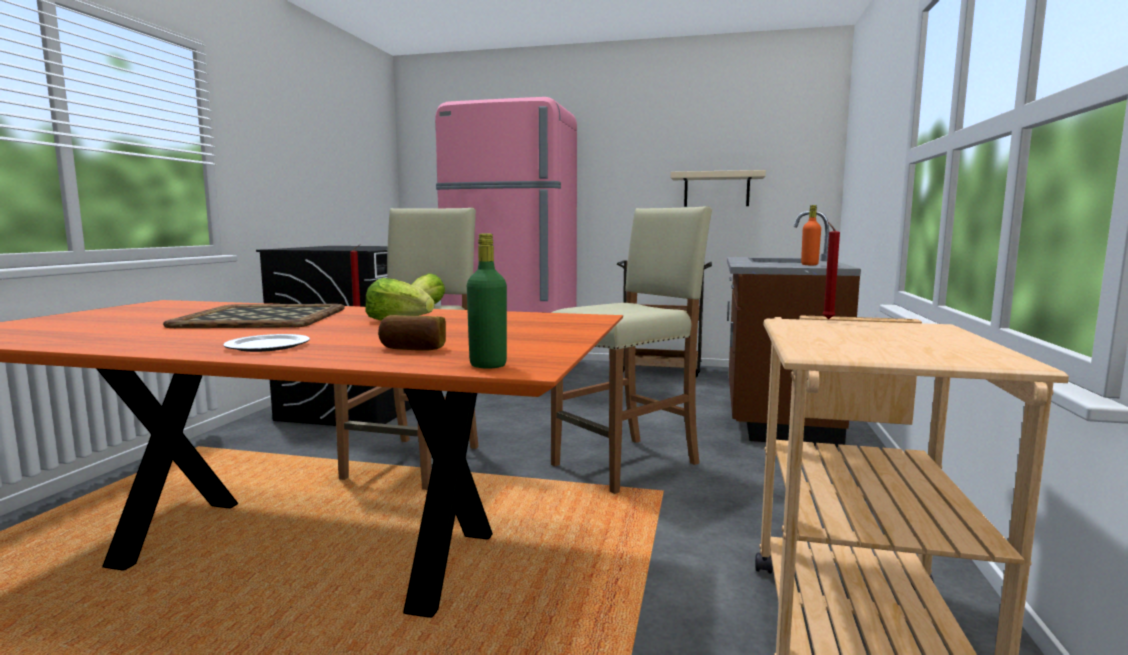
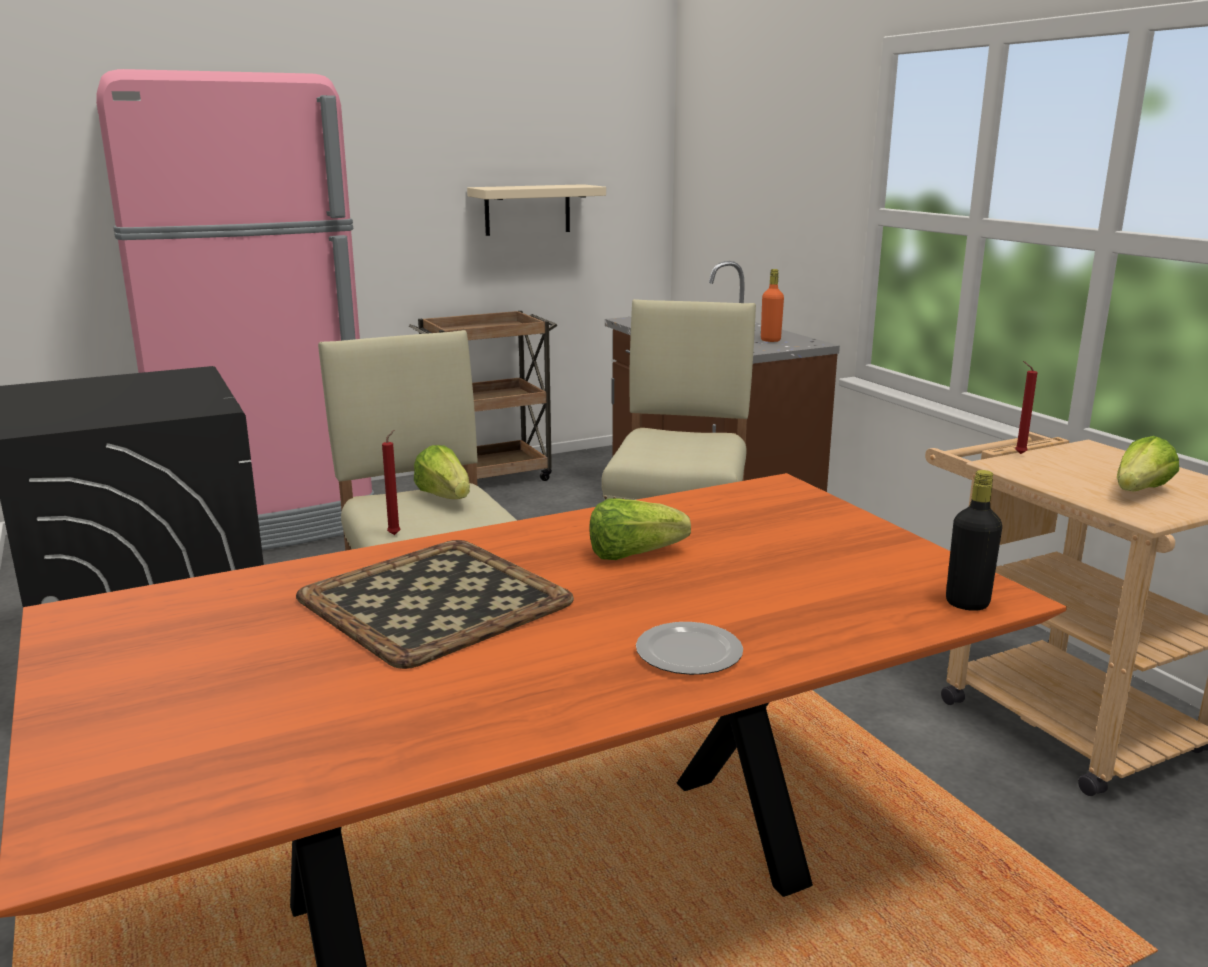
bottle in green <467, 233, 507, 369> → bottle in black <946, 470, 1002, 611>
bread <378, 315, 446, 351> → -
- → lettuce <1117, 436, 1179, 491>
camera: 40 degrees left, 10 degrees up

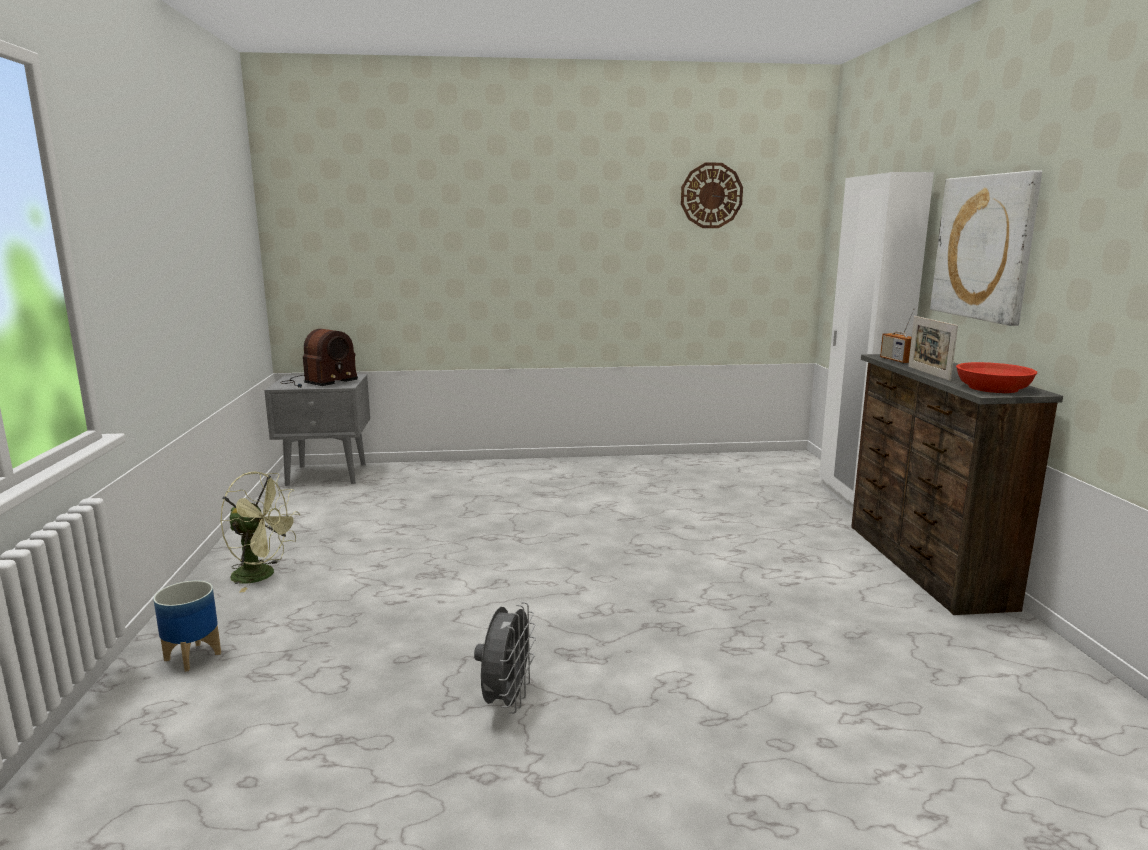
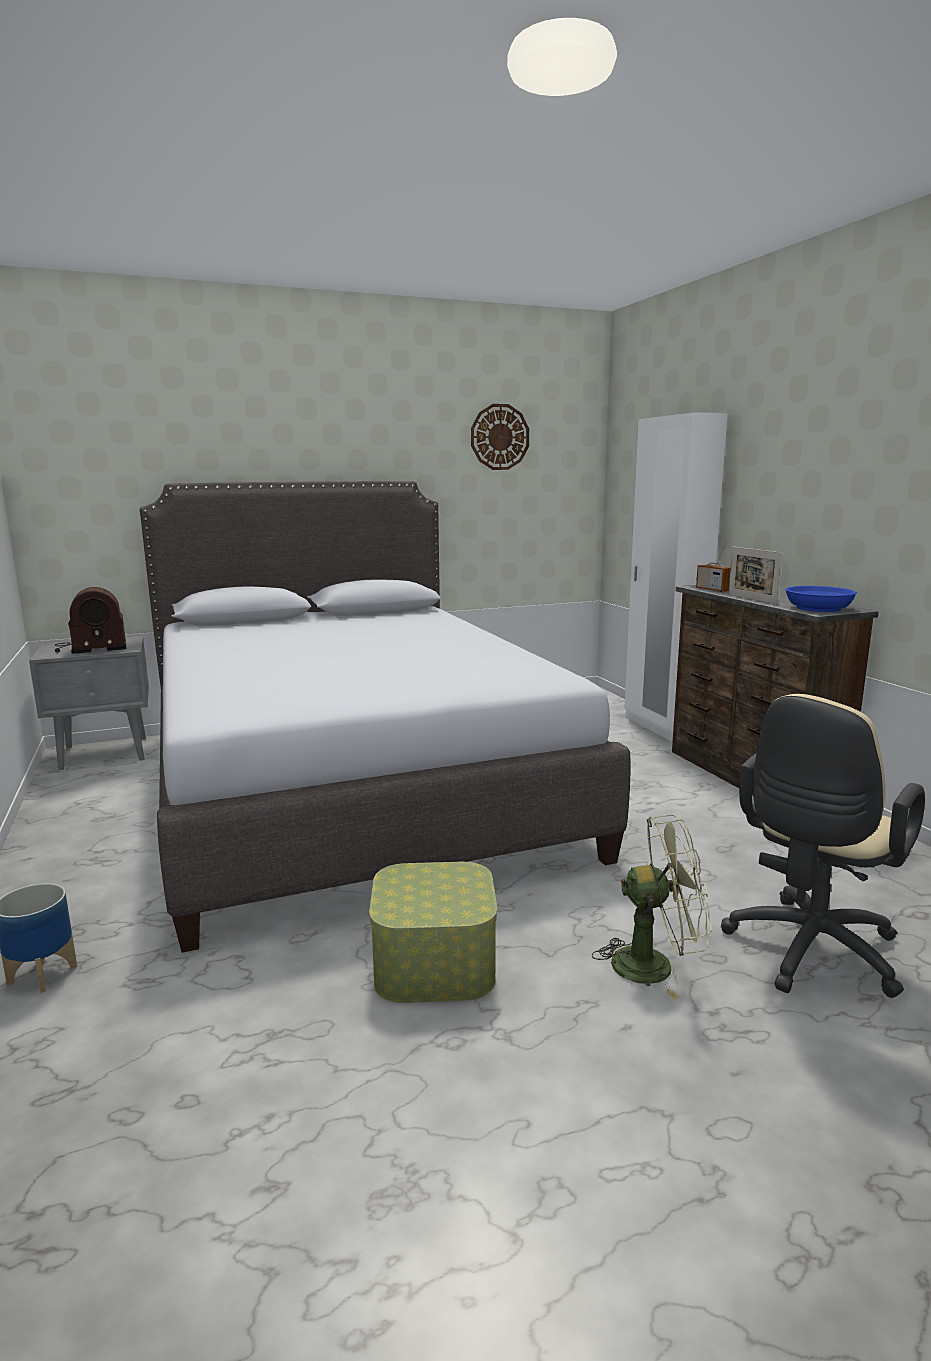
picture <930, 170, 1042, 326> → -
radio <280, 329, 358, 388> → radio <54, 587, 126, 654>, 45 degrees clockwise
bowl in red <956, 362, 1037, 393> → bowl in blue <785, 586, 857, 612>
fan in green <220, 472, 300, 593> → fan in green <592, 815, 712, 1000>, move
fan in grey <474, 602, 536, 714> → storage box <369, 862, 497, 1003>
- → bed in grey <140, 481, 631, 953>
- → office chair in beige <721, 694, 925, 998>
camera: 15 degrees left, 0 degrees up

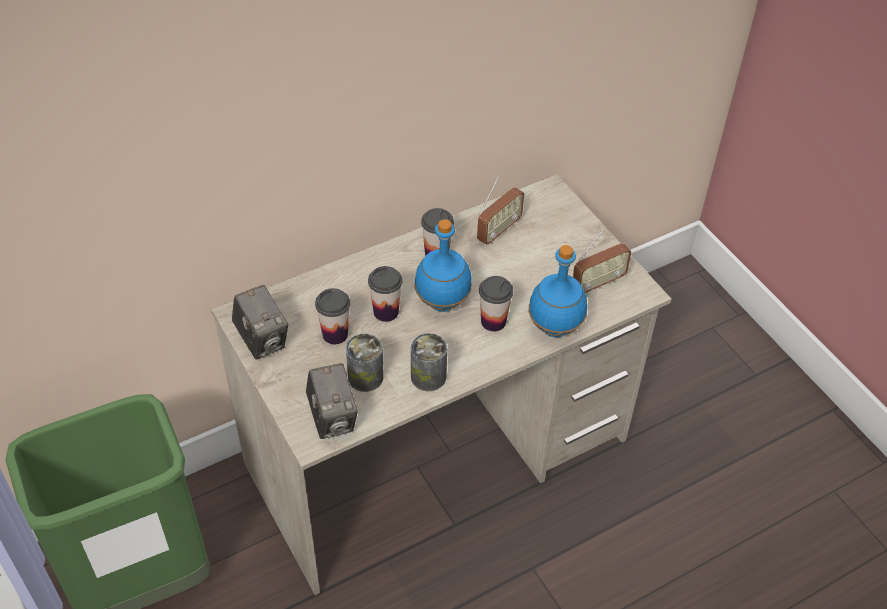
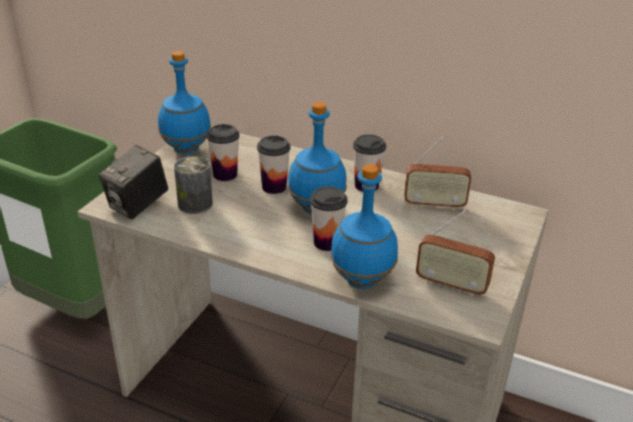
photo camera <232, 285, 288, 360> → bottle in blue <158, 51, 211, 154>
can <411, 333, 447, 391> → -
camera: 55 degrees right, 15 degrees down

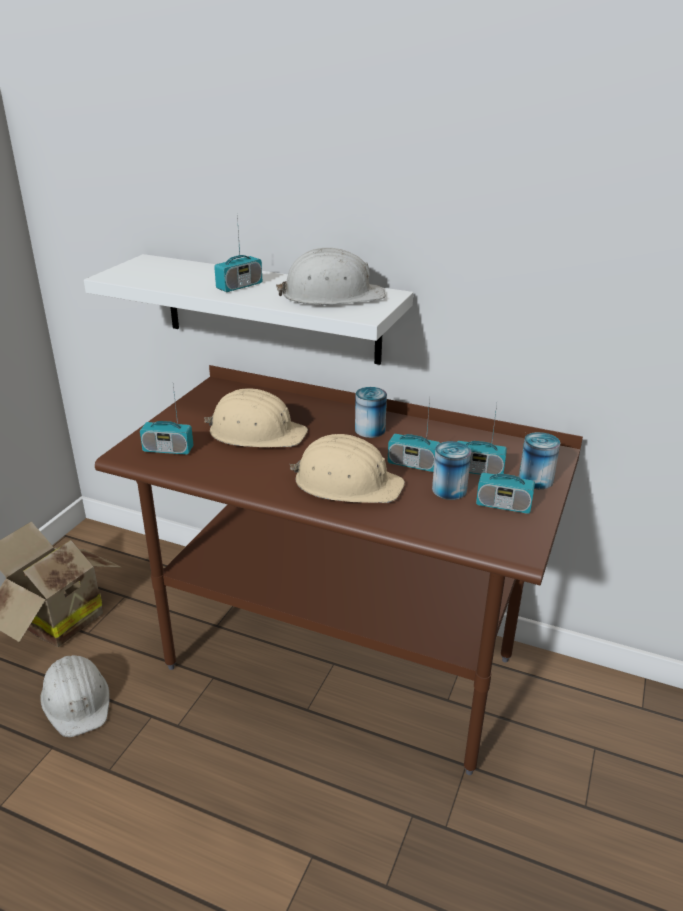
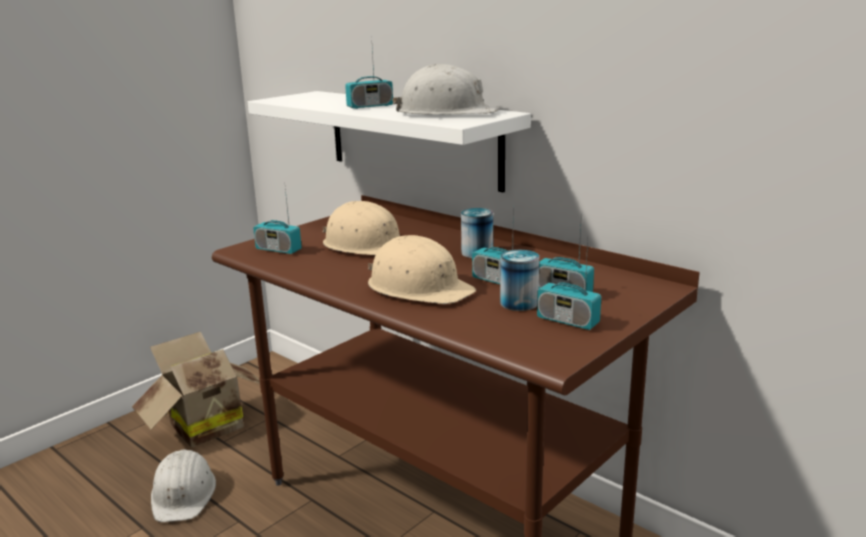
can <519, 432, 560, 489> → -
camera: 20 degrees right, 10 degrees down

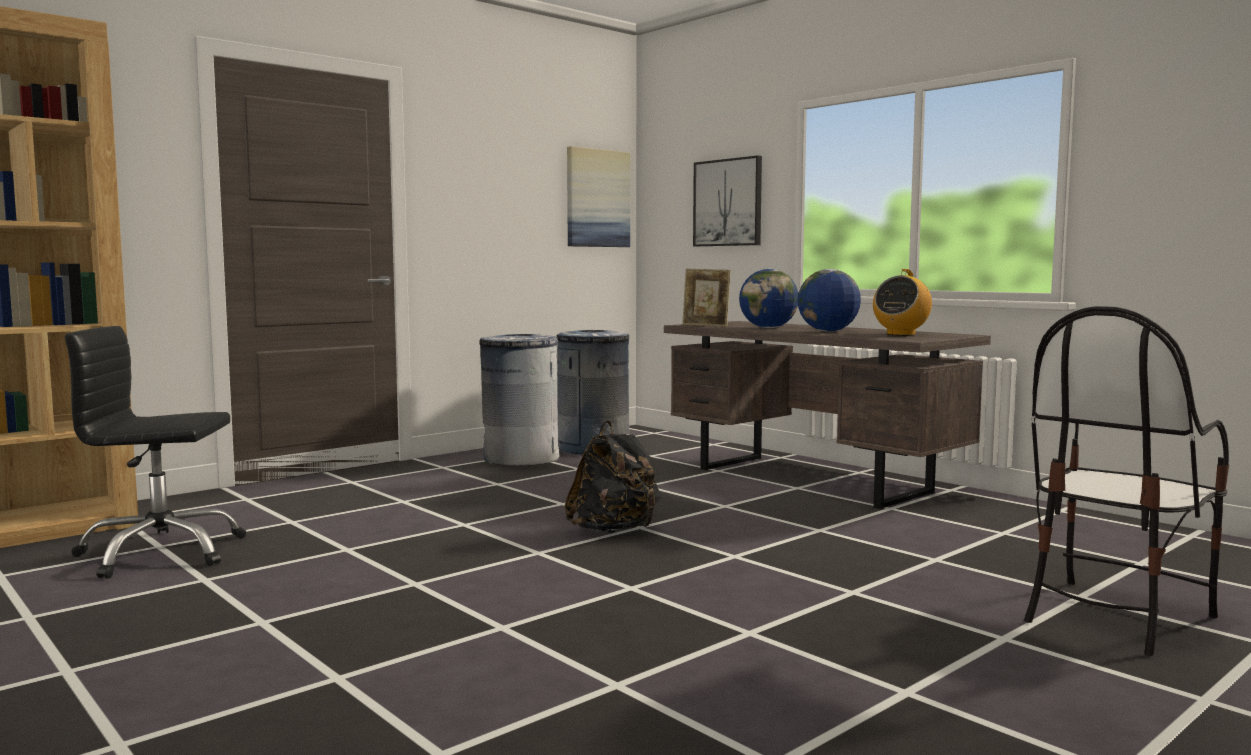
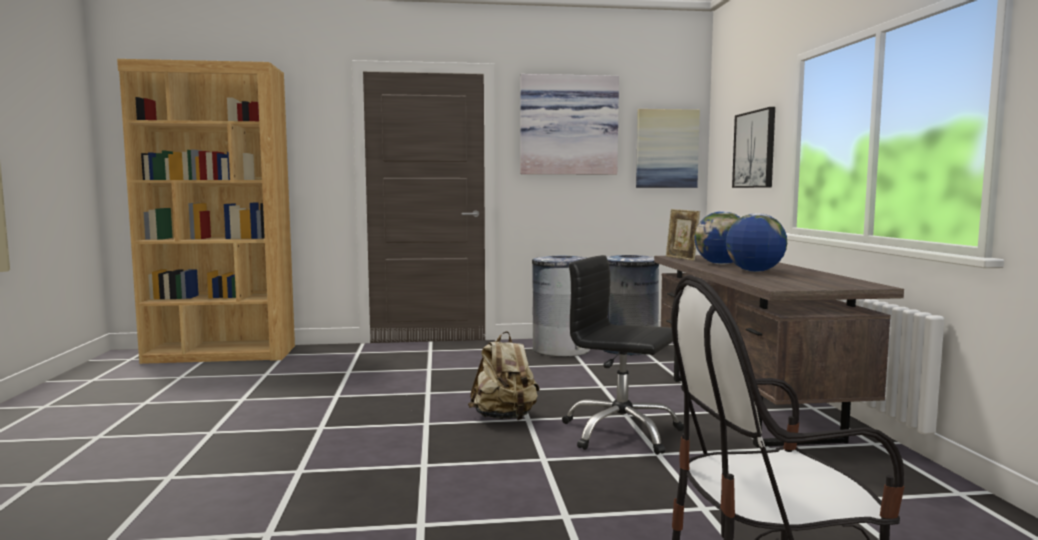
radio <873, 269, 932, 336> → -
office chair in black <65, 326, 246, 579> → office chair in black <562, 255, 684, 455>, move
backpack in black <564, 421, 662, 533> → backpack in beige <468, 331, 539, 420>
- → picture <521, 74, 619, 174>
camera: 35 degrees right, 0 degrees up

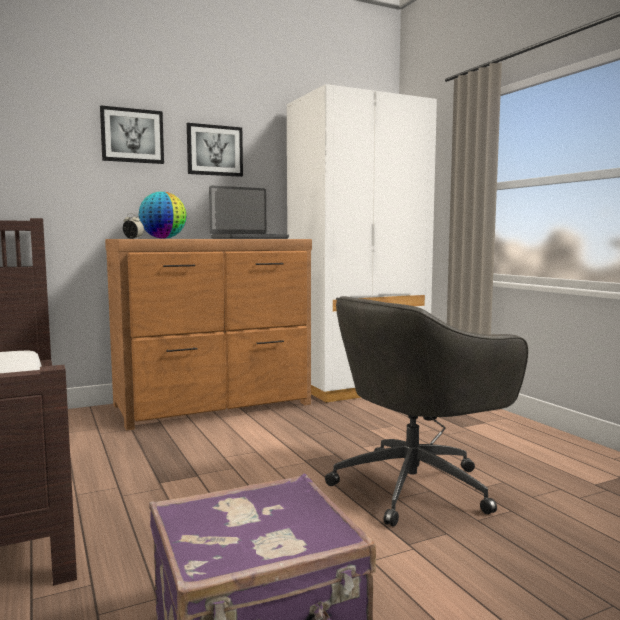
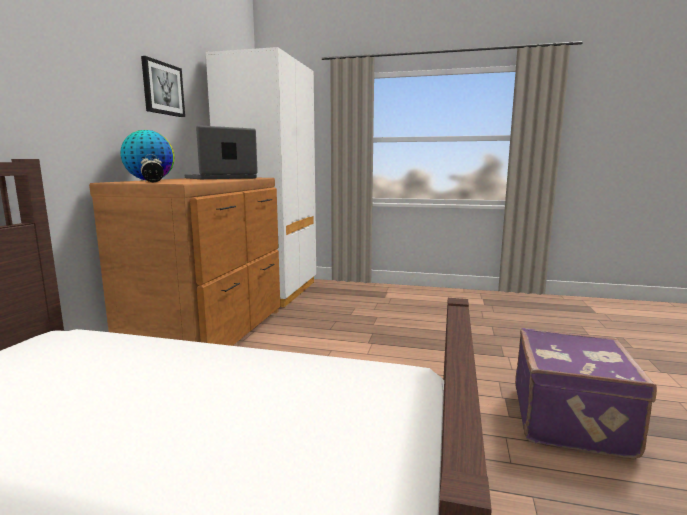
picture <100, 105, 164, 164> → -
laptop <209, 185, 289, 239> → laptop <185, 125, 258, 179>, 135 degrees counterclockwise
office chair in grey <325, 296, 528, 527> → -
camera: 50 degrees left, 5 degrees up

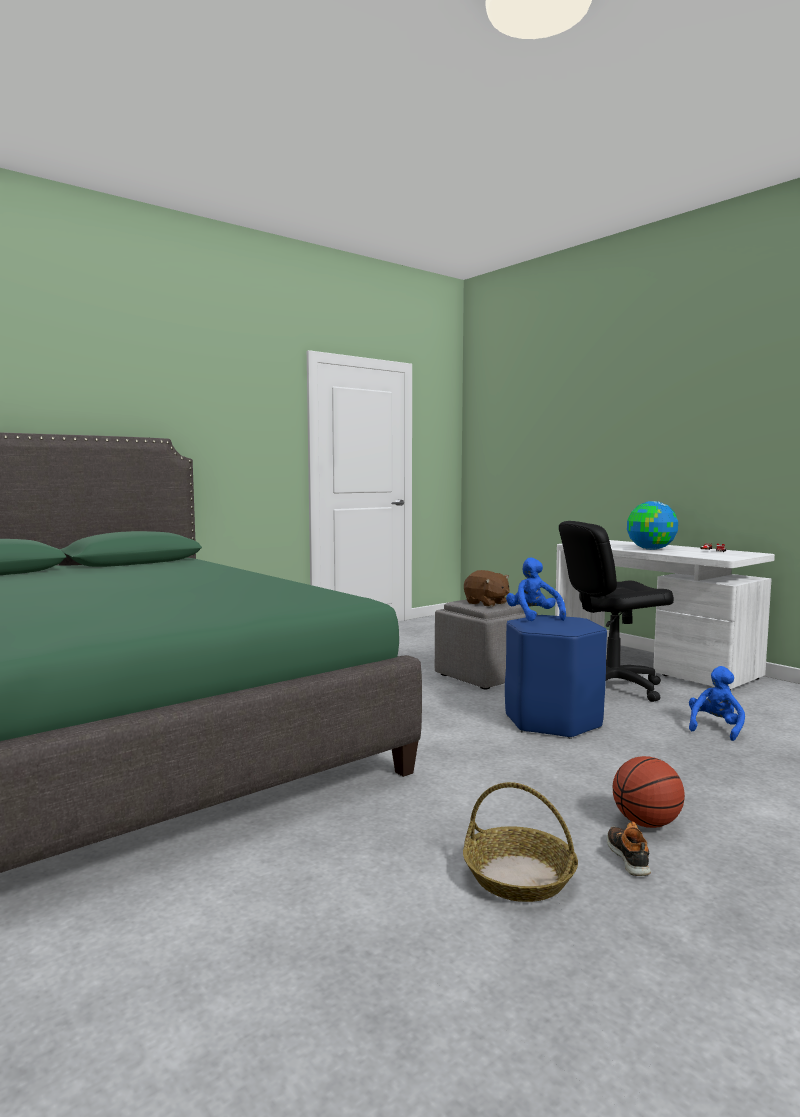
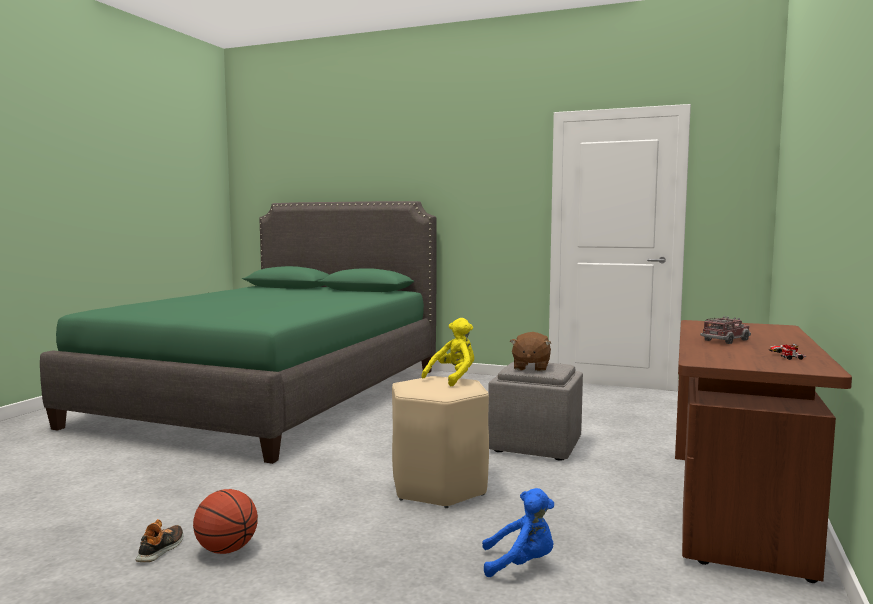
globe <627, 501, 678, 550> → toy truck <700, 316, 751, 344>
office chair in black <559, 521, 674, 702> → -
desk in white <555, 540, 775, 690> → desk in brown <675, 320, 852, 583>
plush toy in blue <506, 557, 566, 621> → plush toy in yellow <421, 318, 474, 386>
stool in blue <505, 615, 607, 739> → stool in beige <392, 376, 489, 508>
basket <463, 782, 578, 902> → -
shoe <607, 821, 651, 876> → shoe <136, 519, 183, 562>, 45 degrees counterclockwise
camera: 60 degrees right, 0 degrees up

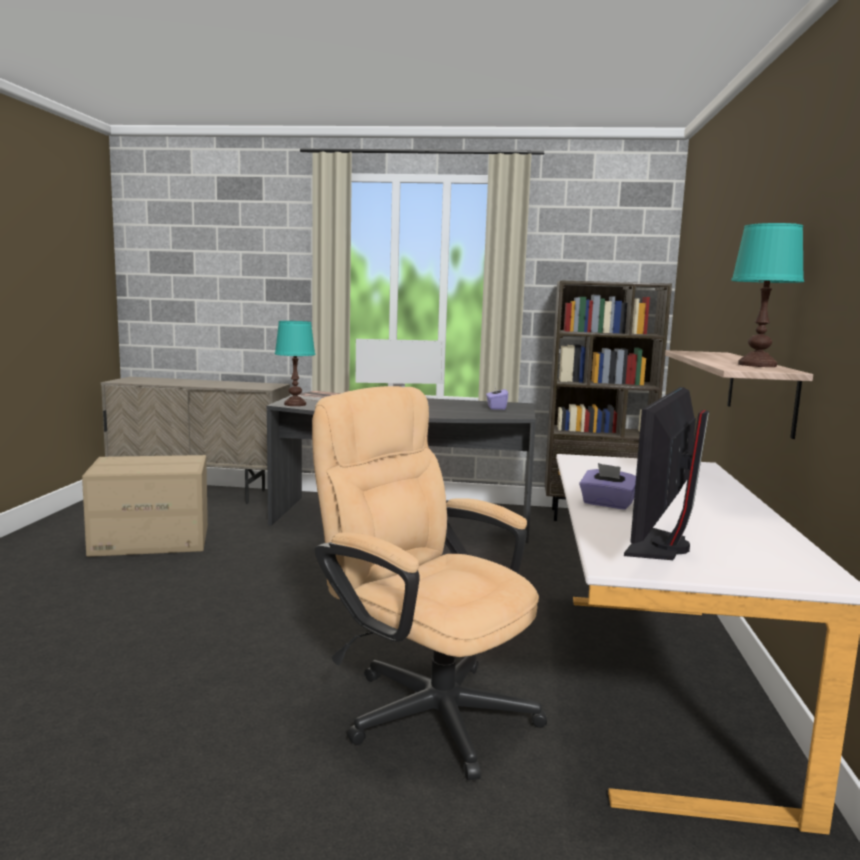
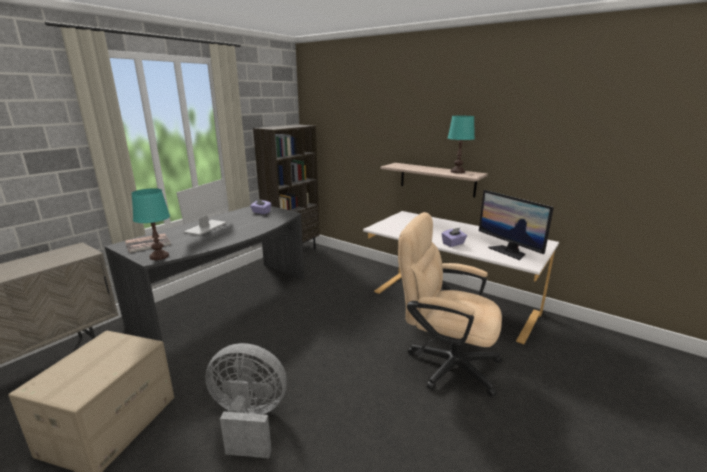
office chair in beige <312, 386, 547, 780> → office chair in beige <398, 212, 502, 397>, 45 degrees clockwise
- → fan in grey <205, 343, 287, 458>
camera: 60 degrees left, 10 degrees up

